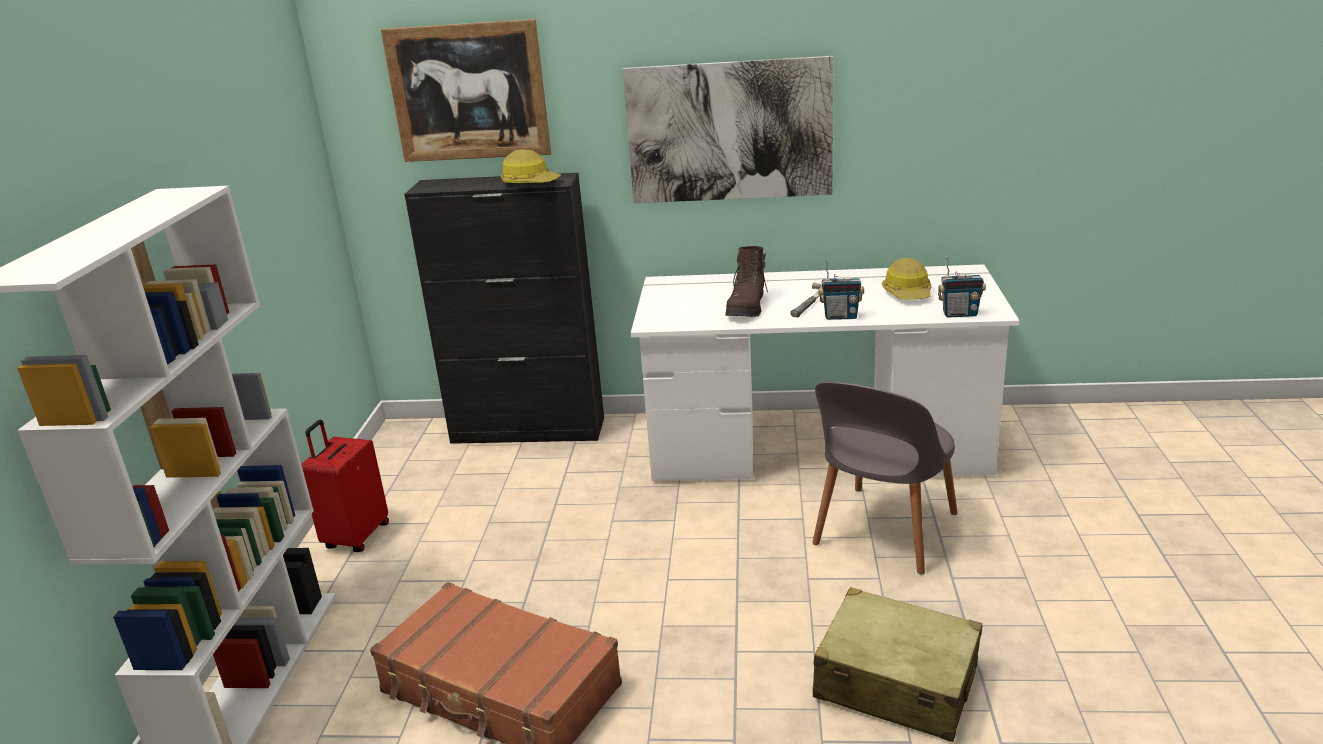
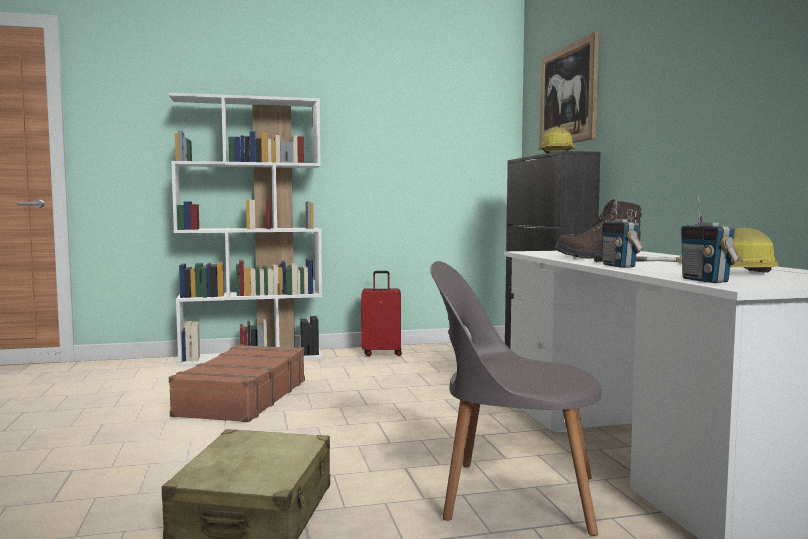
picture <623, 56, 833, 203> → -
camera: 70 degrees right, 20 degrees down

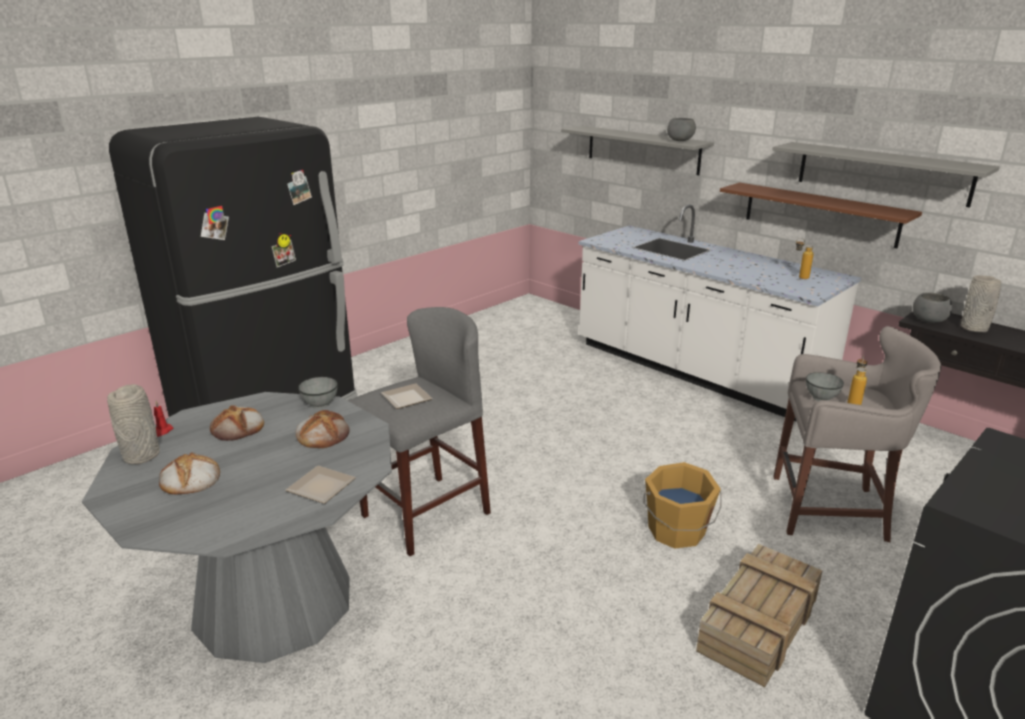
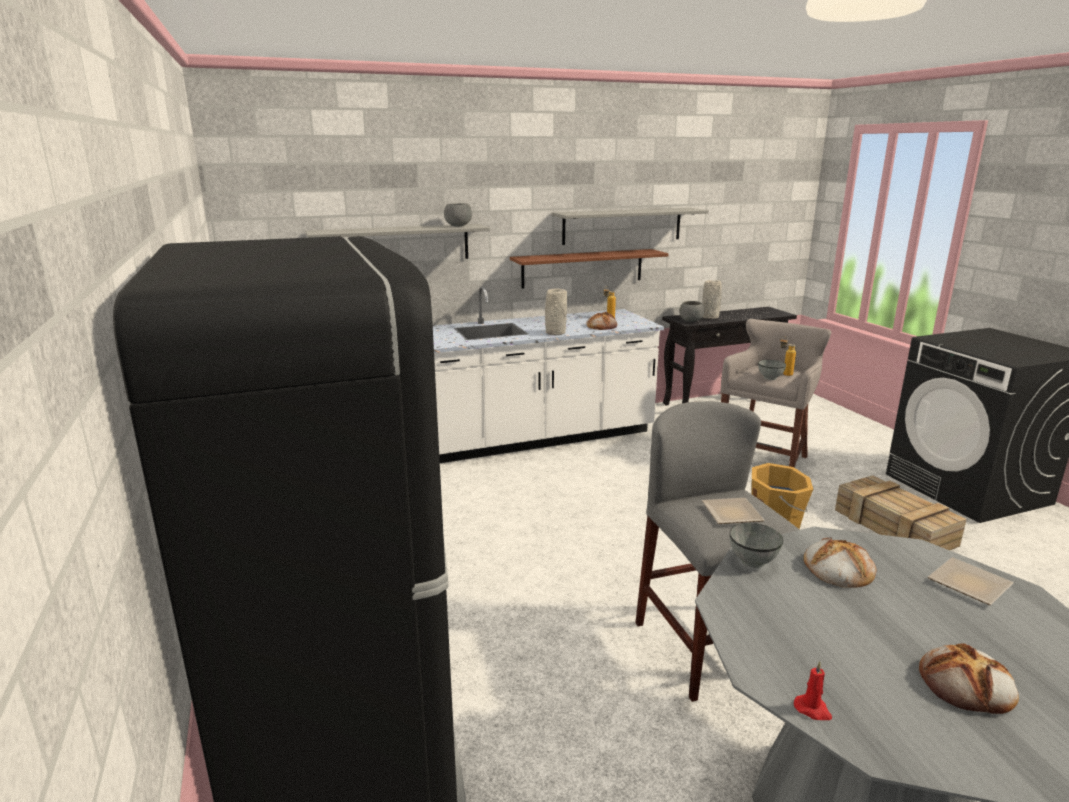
vase in grey <107, 384, 160, 464> → vase in grey <545, 288, 567, 335>, move
bread <210, 405, 264, 441> → bread <586, 312, 617, 330>, move
camera: 65 degrees left, 5 degrees down

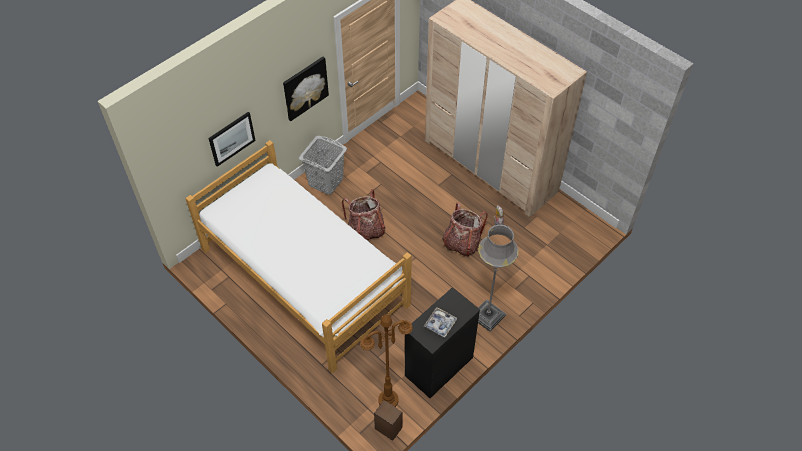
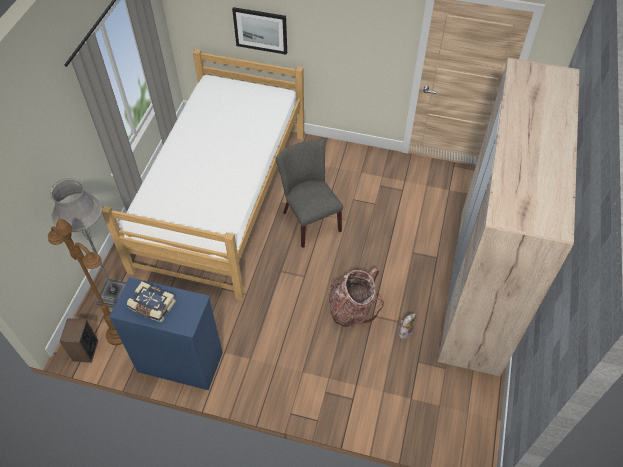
picture <283, 57, 329, 121> → -
laundry basket in grey <299, 136, 347, 195> → -
backpack <342, 189, 385, 241> → chair in grey <276, 139, 343, 248>
floor lamp in grey <478, 224, 519, 332> → floor lamp in grey <50, 178, 126, 308>, move
dresser in black <405, 287, 480, 398> → dresser in blue <109, 277, 223, 390>
tray <424, 307, 457, 338> → book <127, 282, 176, 322>
camera: 60 degrees right, 0 degrees up

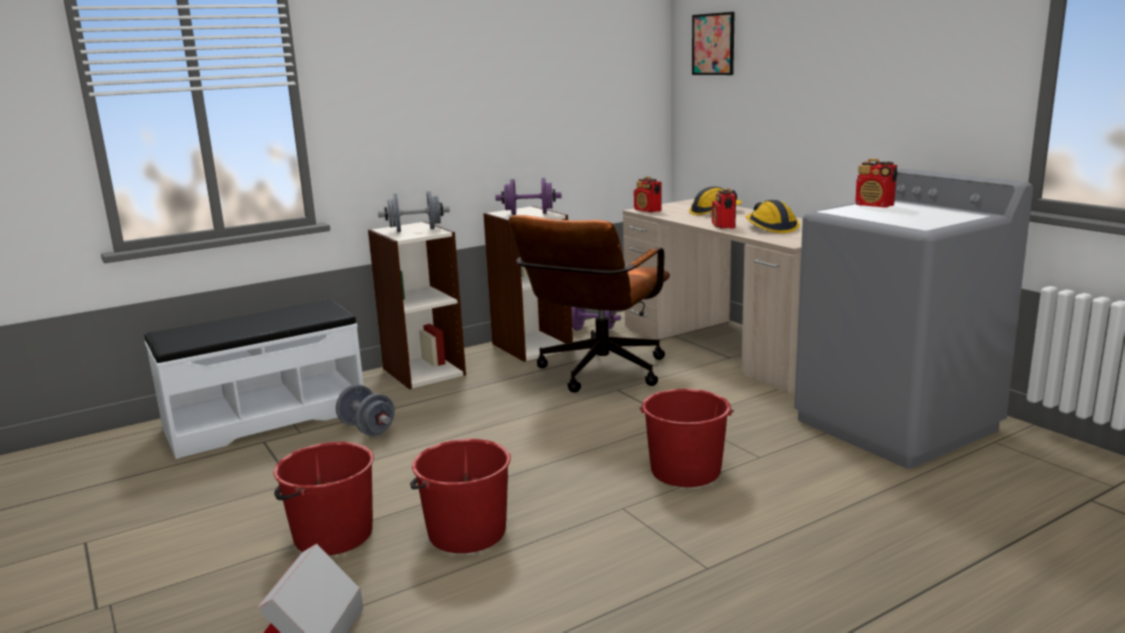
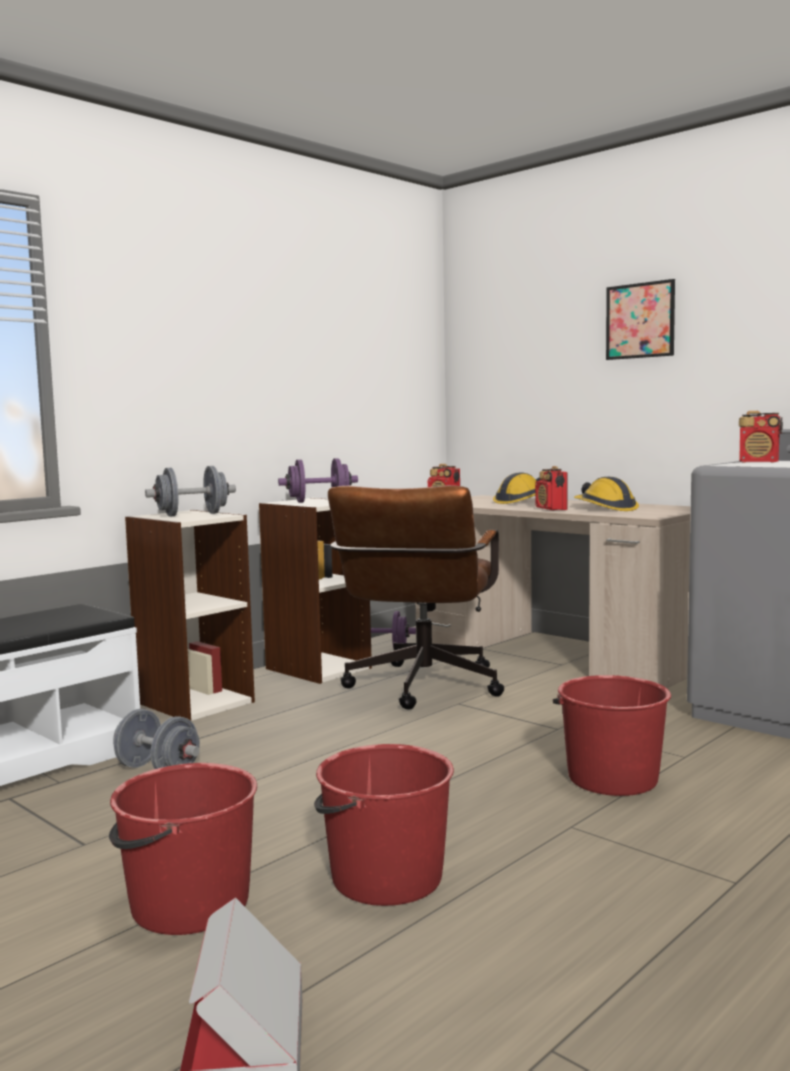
picture <692, 12, 735, 75> → picture <606, 279, 675, 360>, move
camera: 15 degrees left, 10 degrees down

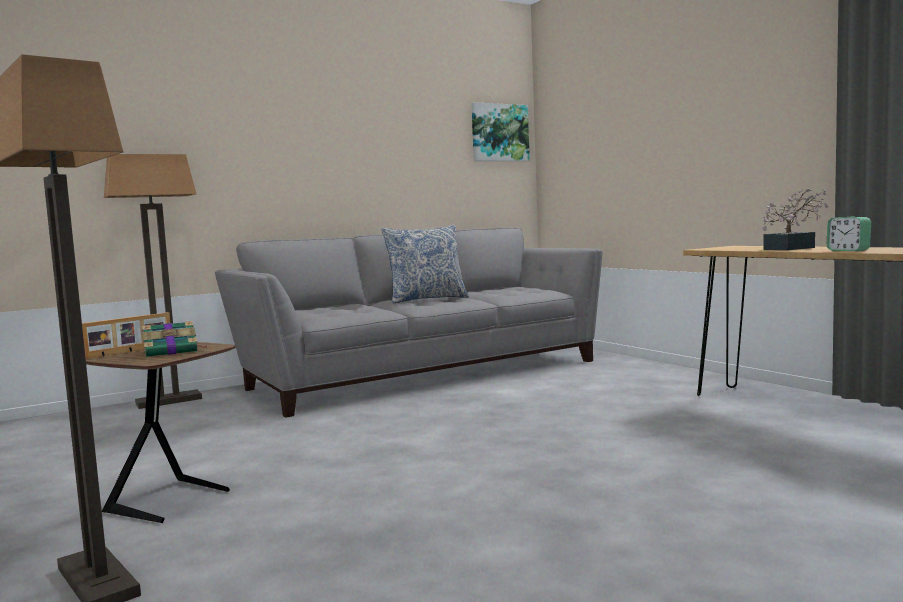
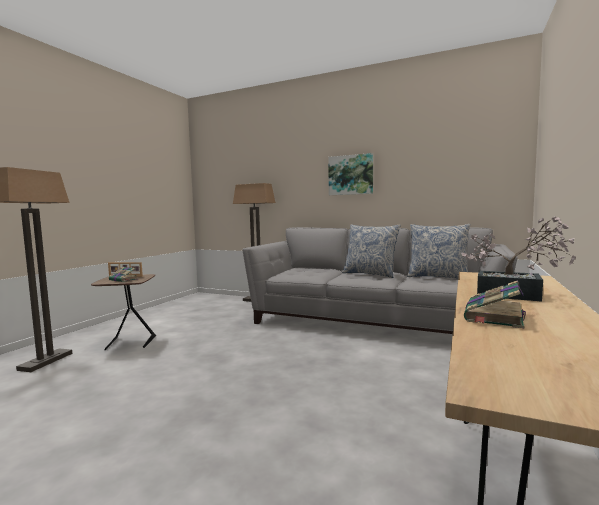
picture <471, 102, 530, 161> → picture <328, 153, 373, 195>, move
alarm clock <827, 216, 871, 251> → book <464, 280, 526, 328>
- → pillow <407, 224, 470, 278>
camera: 55 degrees right, 0 degrees up

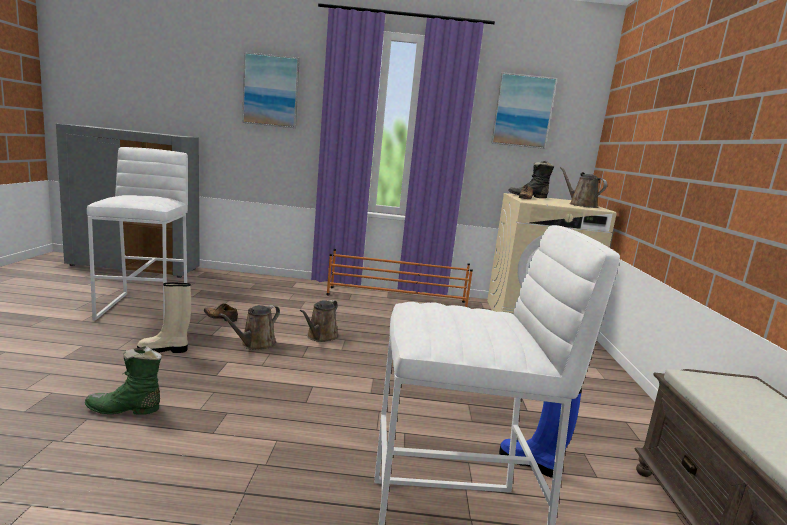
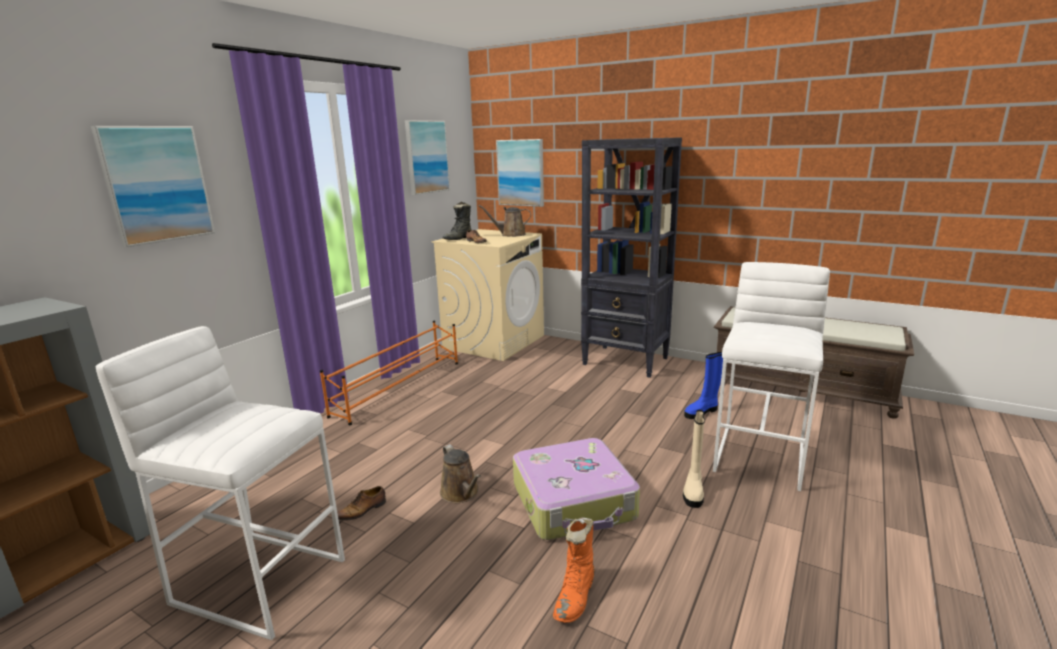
boot in beige <137, 282, 191, 353> → boot in beige <683, 410, 705, 508>, move
watering can in brown <300, 300, 339, 342> → -
boot in green <85, 346, 162, 415> → boot in orange <553, 518, 595, 623>
- → bookcase in black <581, 137, 682, 378>
- → picture <496, 139, 544, 207>
- → suitcase <513, 438, 640, 540>
camera: 60 degrees left, 5 degrees up

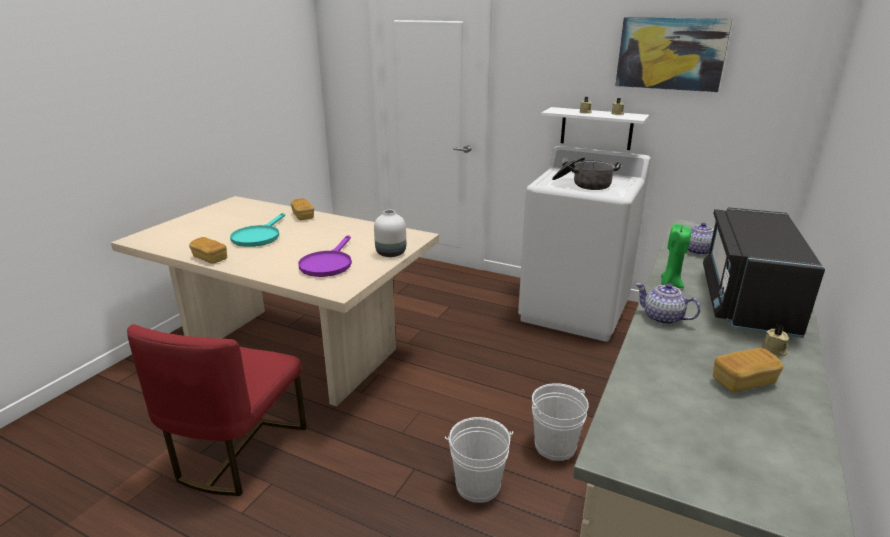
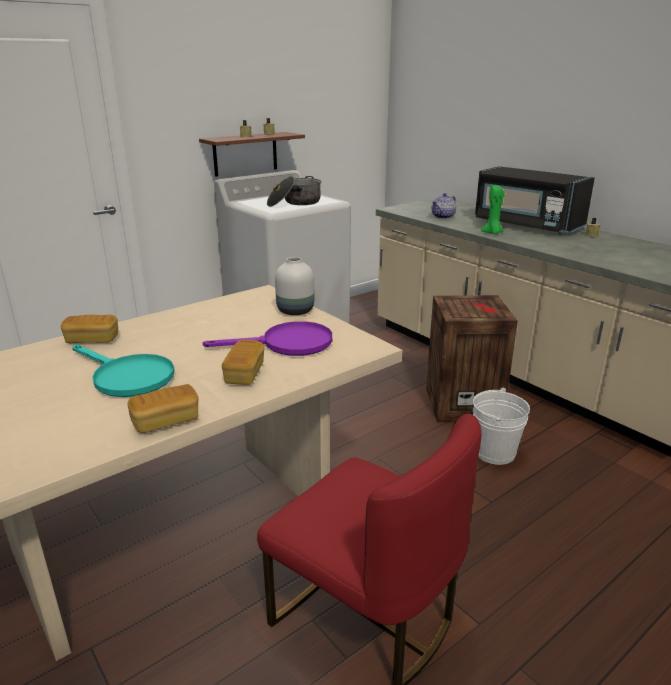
picture <615, 17, 732, 92> → -
shelf in white <541, 107, 649, 150> → shelf in brown <199, 132, 305, 177>
frying pan in purple <298, 235, 352, 277> → frying pan in purple <202, 321, 332, 356>, 45 degrees counterclockwise
teapot <636, 283, 701, 325> → -
bread <713, 348, 784, 392> → bread <222, 339, 265, 385>, move
bucket in white <532, 383, 589, 461> → crate <426, 295, 518, 422>
camera: 65 degrees left, 0 degrees up

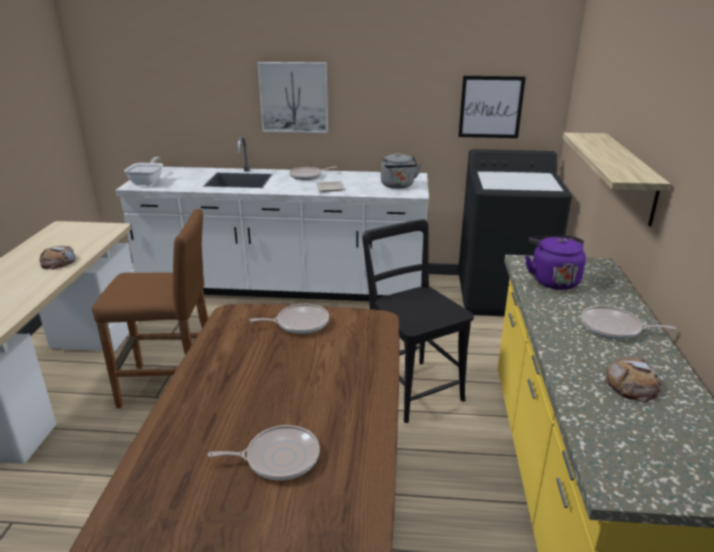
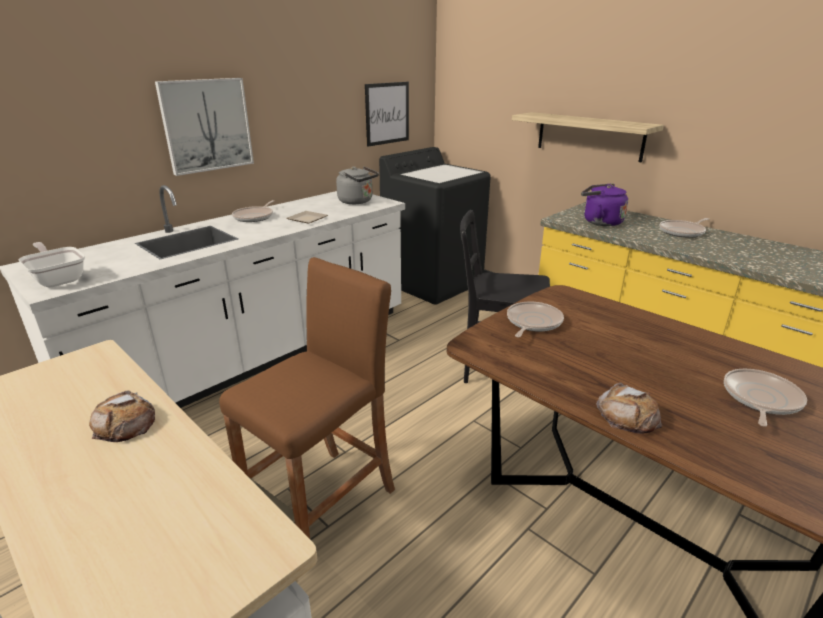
bread <604, 357, 662, 402> → bread <596, 383, 662, 434>, move
camera: 50 degrees left, 0 degrees up

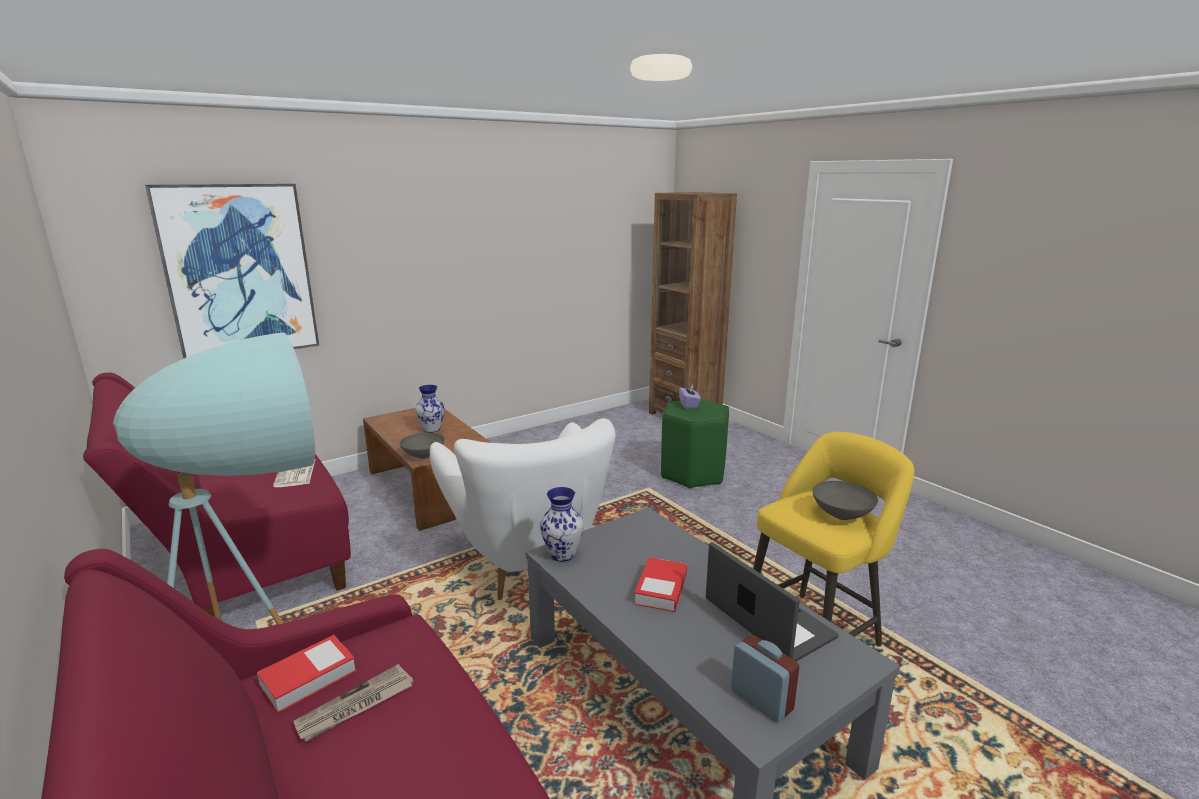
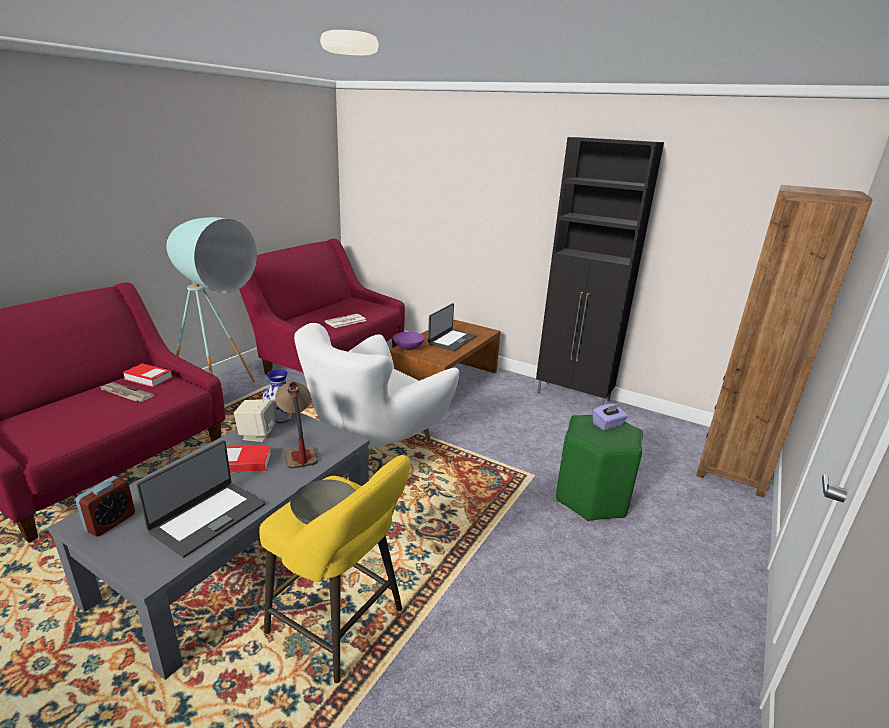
picture <145, 184, 319, 359> → -
vase <415, 385, 445, 433> → laptop <428, 303, 477, 351>
bowl in grey <400, 433, 445, 459> → bowl in purple <393, 332, 425, 350>
- → cabinet in black <536, 137, 664, 405>
- → table lamp <275, 382, 318, 469>
- → speaker in beige <234, 399, 275, 442>
camera: 65 degrees right, 5 degrees up

